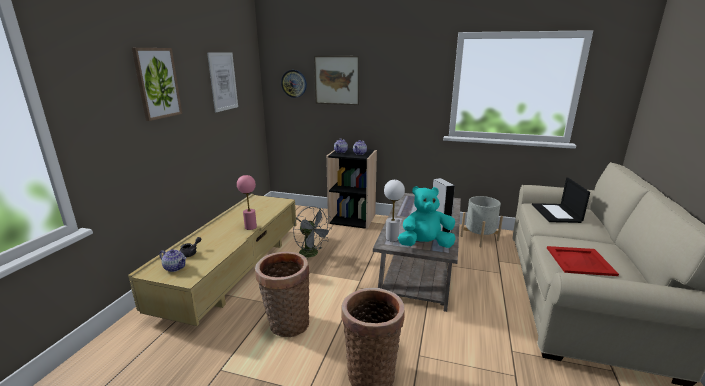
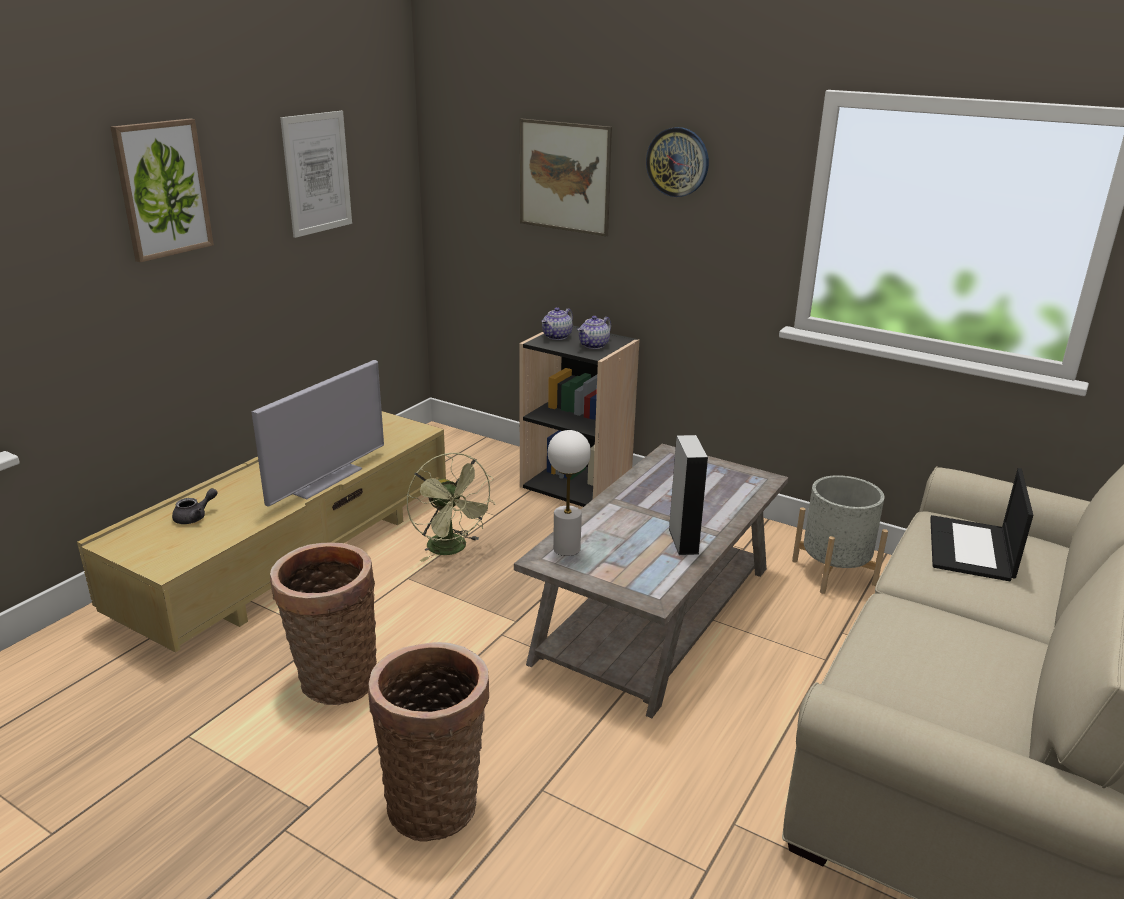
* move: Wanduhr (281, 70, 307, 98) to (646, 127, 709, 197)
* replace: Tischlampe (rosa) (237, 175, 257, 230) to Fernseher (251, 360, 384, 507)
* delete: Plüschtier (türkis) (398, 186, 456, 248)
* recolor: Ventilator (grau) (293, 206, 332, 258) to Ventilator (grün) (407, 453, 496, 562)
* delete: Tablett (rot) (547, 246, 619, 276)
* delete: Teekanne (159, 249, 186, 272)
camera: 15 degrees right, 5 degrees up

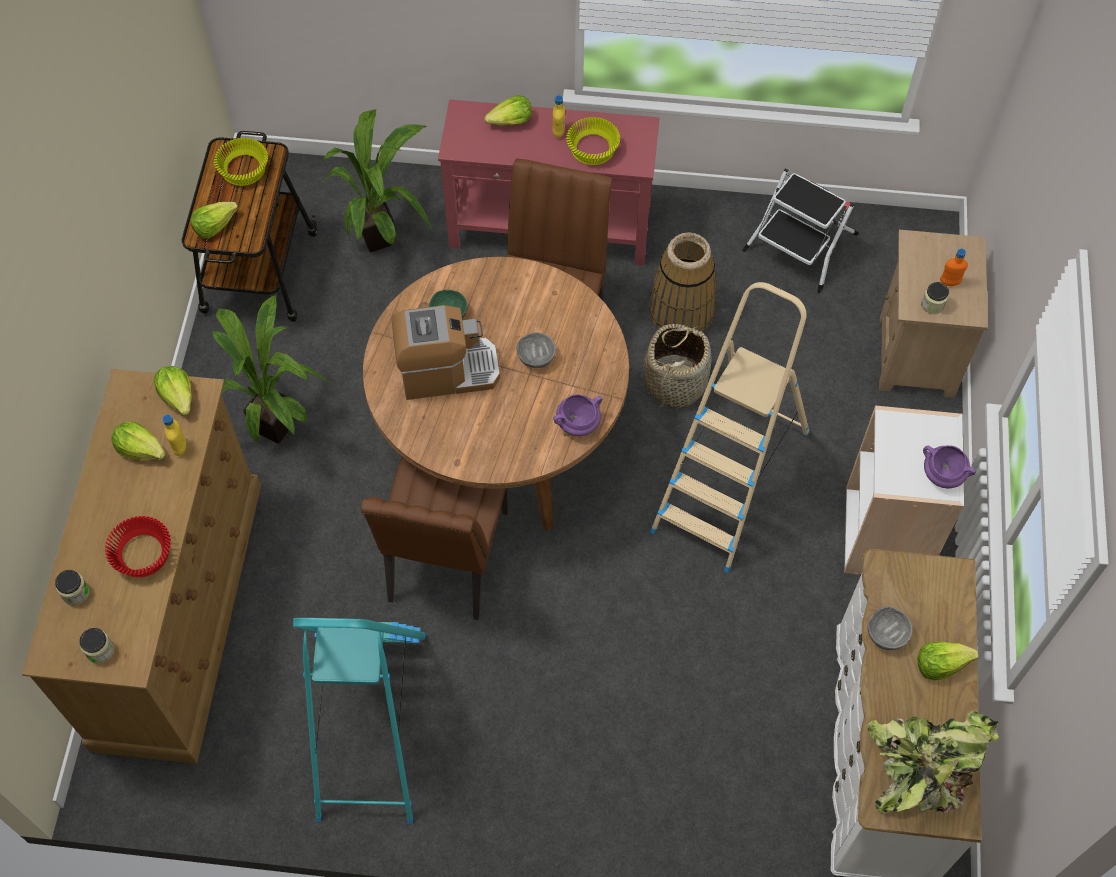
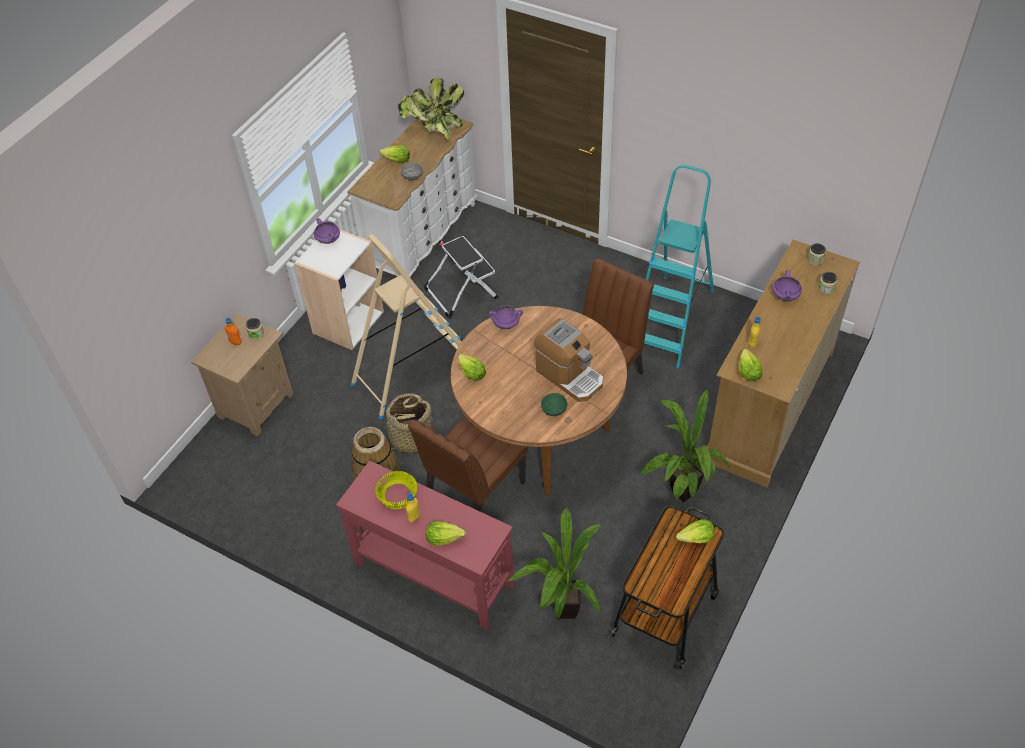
* delete: Schüssel (gelb) (214, 138, 268, 186)
* move: Trittleiter (742, 169, 859, 294) to (423, 236, 499, 319)
* rotate: Kaffeemaschine (392, 305, 500, 400) = (534, 318, 603, 402) 150 degrees counterclockwise
* delete: Schüssel (grau) (516, 332, 556, 368)
* move: Salatkopf (111, 422, 165, 460) to (458, 354, 486, 381)
* replace: Schüssel (rot) (105, 516, 171, 577) to Kochtopf (lila) (772, 270, 802, 301)
camera: 155 degrees left, 10 degrees down

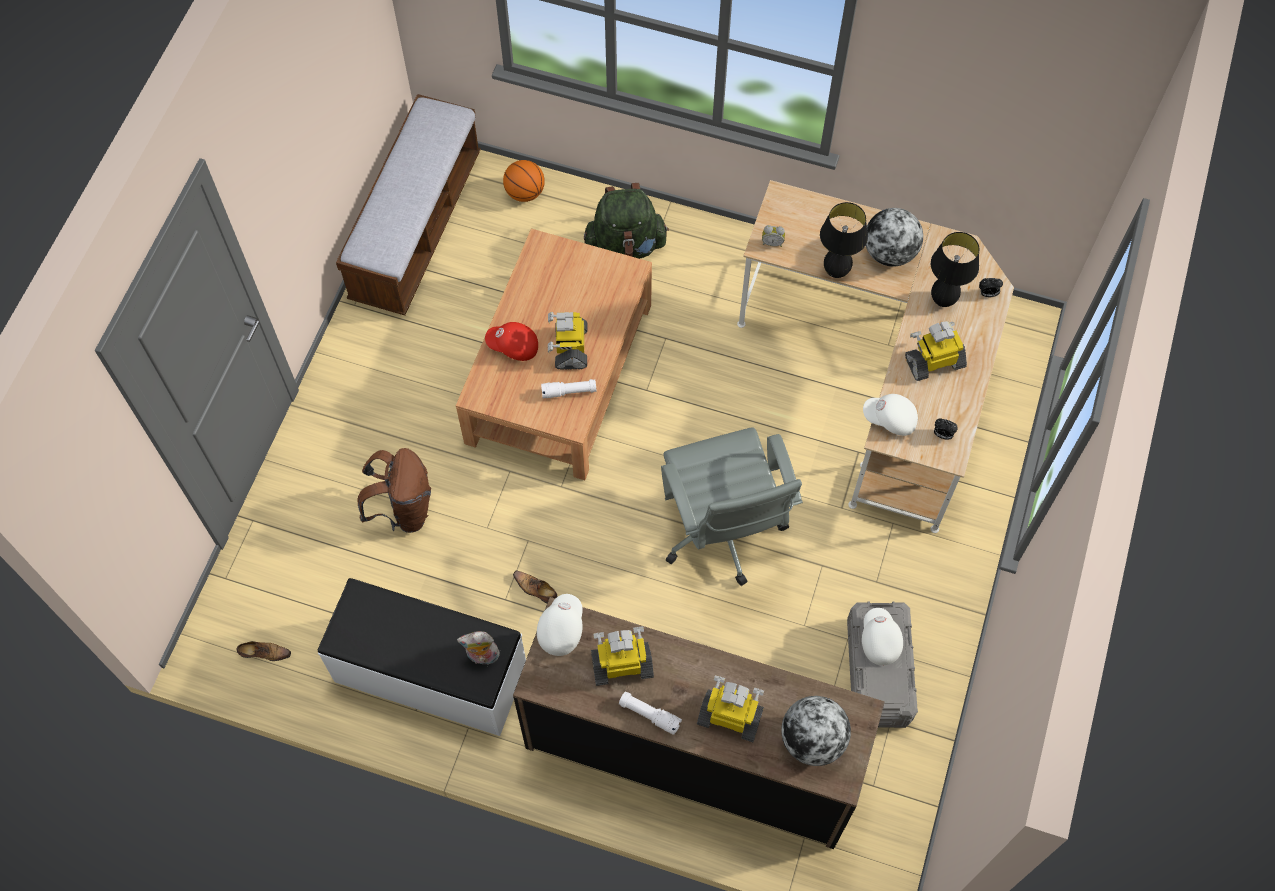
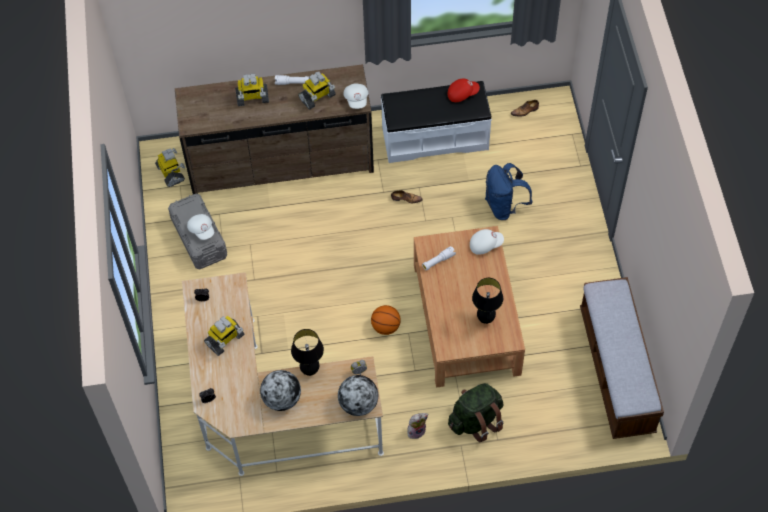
* move: Basketball (503, 160, 545, 202) to (371, 305, 401, 335)
* move: Tischlampe (schwarz) (931, 232, 979, 307) to (472, 278, 503, 324)
* move: Spielzeugroboter (548, 312, 587, 370) to (155, 148, 185, 187)
* move: Kappe (rot) (485, 322, 538, 361) to (448, 78, 480, 102)
* move: Kappe (weiß) (863, 394, 918, 436) to (470, 229, 504, 255)
* delete: Bürostuhl (grau) (661, 427, 803, 586)
* recolor: Rucksack (braun) (357, 448, 431, 533) to Rucksack (blau) (485, 163, 532, 220)
* move: Plüschtier (457, 631, 500, 665) to (407, 413, 428, 439)
* move: Globus (781, 696, 851, 766) to (338, 375, 378, 416)
camera: 155 degrees right, 5 degrees down

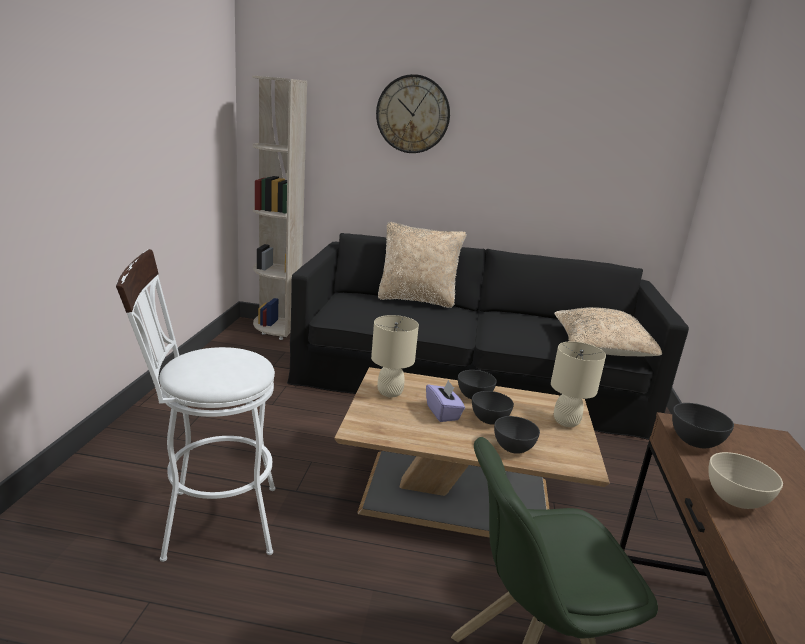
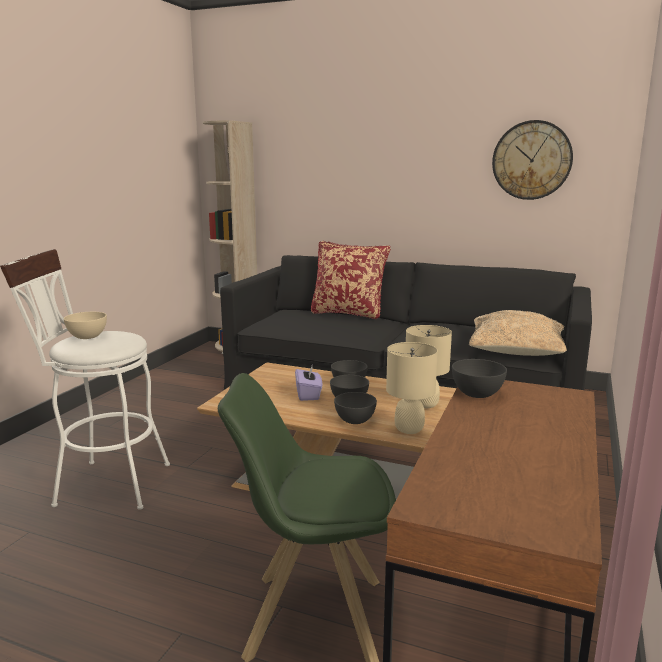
* move: Wanduhr (376, 74, 450, 153) to (492, 120, 573, 200)
* recolor: Kissen (beige) (378, 222, 467, 308) to Kissen (rot) (311, 241, 391, 319)
* move: Tischlampe (beige) (371, 315, 419, 398) to (386, 342, 438, 434)
* move: Schüssel (beige) (708, 452, 783, 509) to (64, 312, 107, 339)
camera: 15 degrees right, 5 degrees down

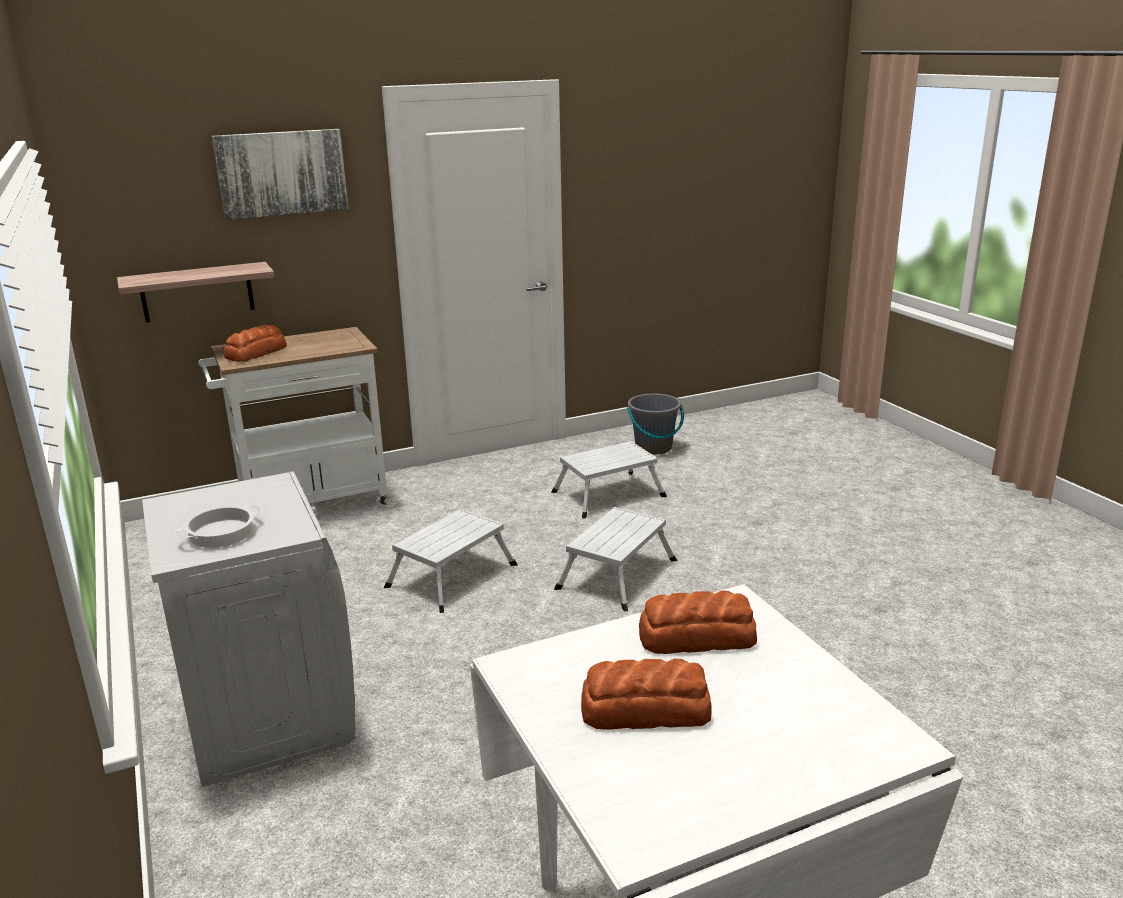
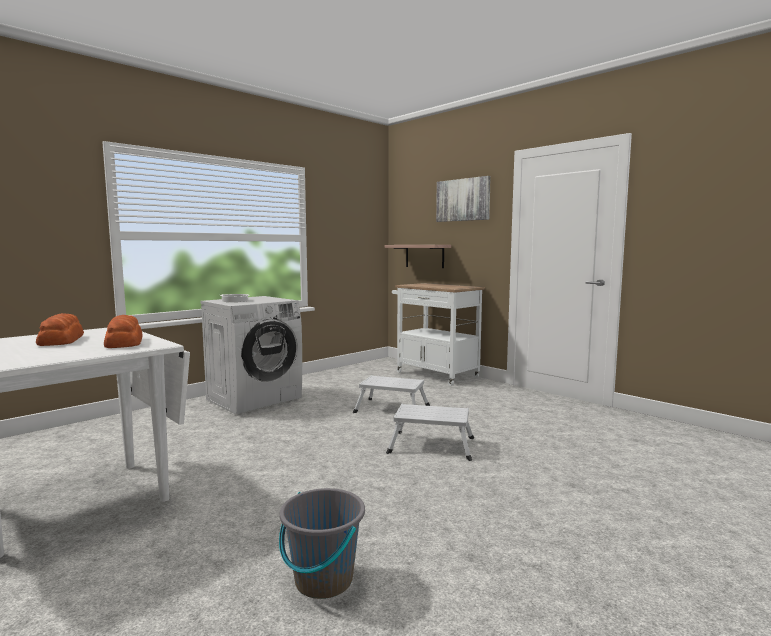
* delete: Brot (224, 325, 287, 362)
* move: Eimer (grau) (627, 393, 684, 454) to (279, 488, 365, 599)
* delete: Trittleiter (weiß) (551, 441, 667, 518)
camera: 70 degrees right, 15 degrees down

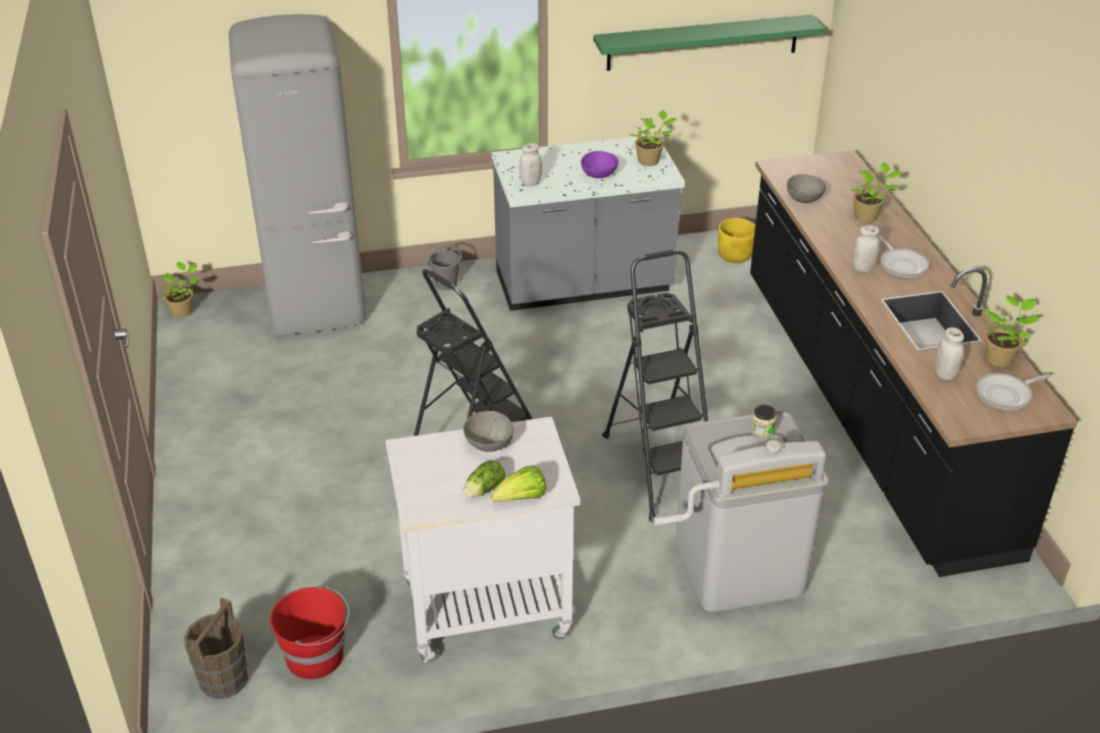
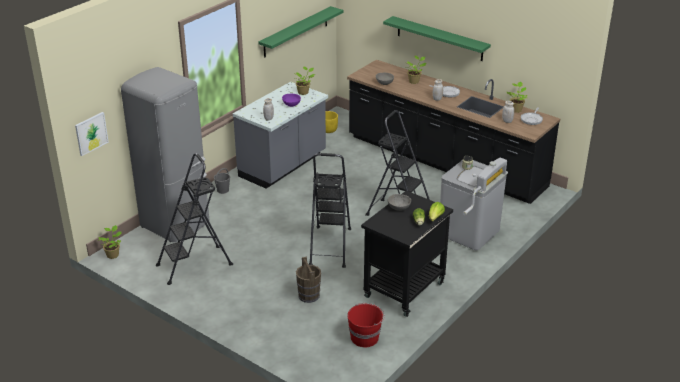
* recolor: Rollwagen (weiß) (385, 416, 580, 663) to Rollwagen (schwarz) (361, 191, 453, 317)
* move: Eimer (braun) (184, 598, 248, 699) to (296, 256, 321, 303)
* insert: Wandregal (grün) (383, 16, 491, 61)
* insert: Bild (75, 112, 109, 156)
* insert: Trittleiter (156, 153, 233, 285)
camera: 40 degrees left, 5 degrees down

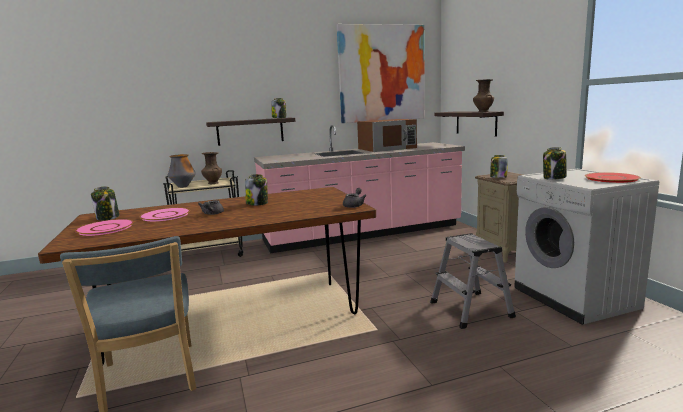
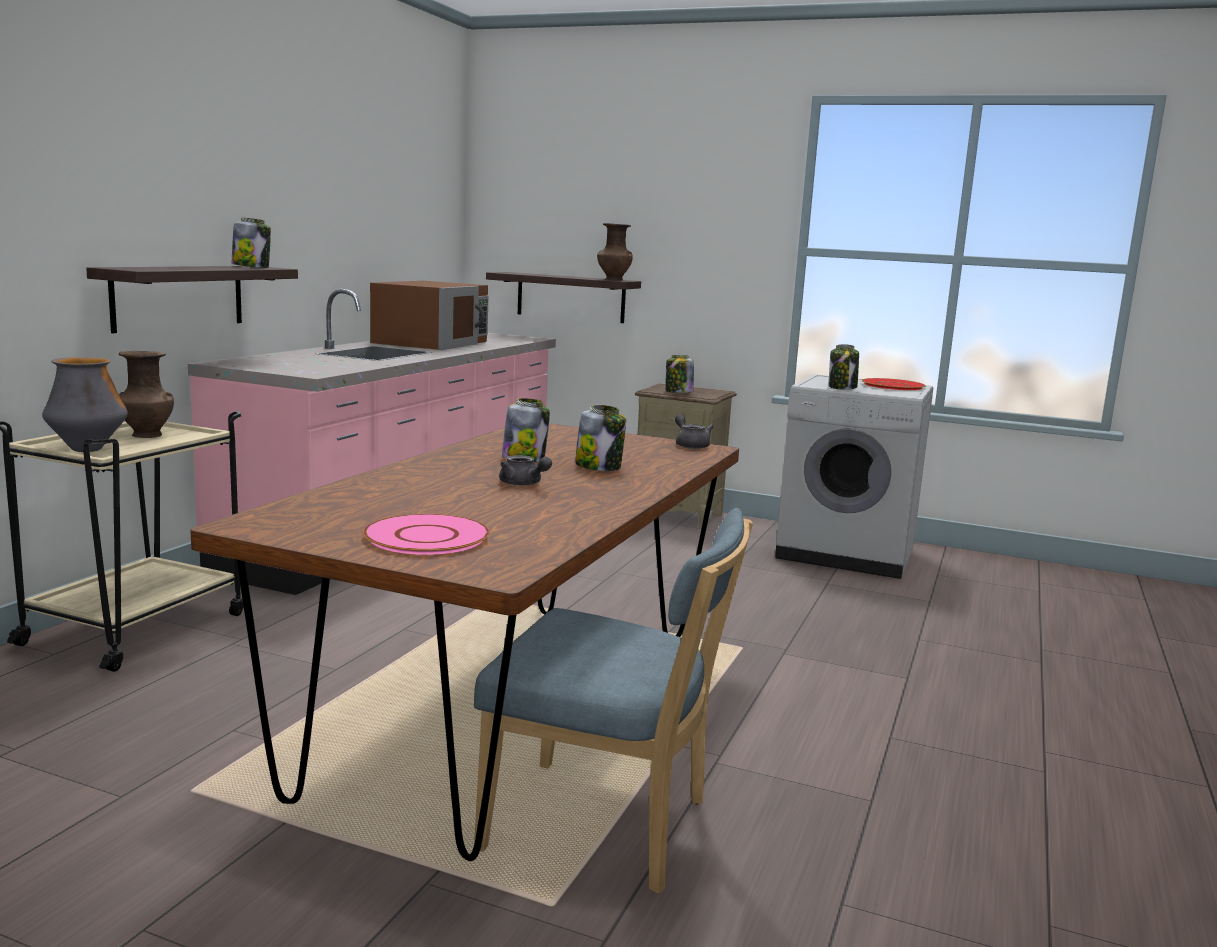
* delete: Bild (337, 24, 425, 123)
* move: Vorratsglas (91, 186, 120, 221) to (575, 405, 626, 471)
* delete: Teller (rosa) (140, 208, 190, 221)
* delete: Trittleiter (grau) (430, 233, 516, 329)
camera: 50 degrees left, 0 degrees up

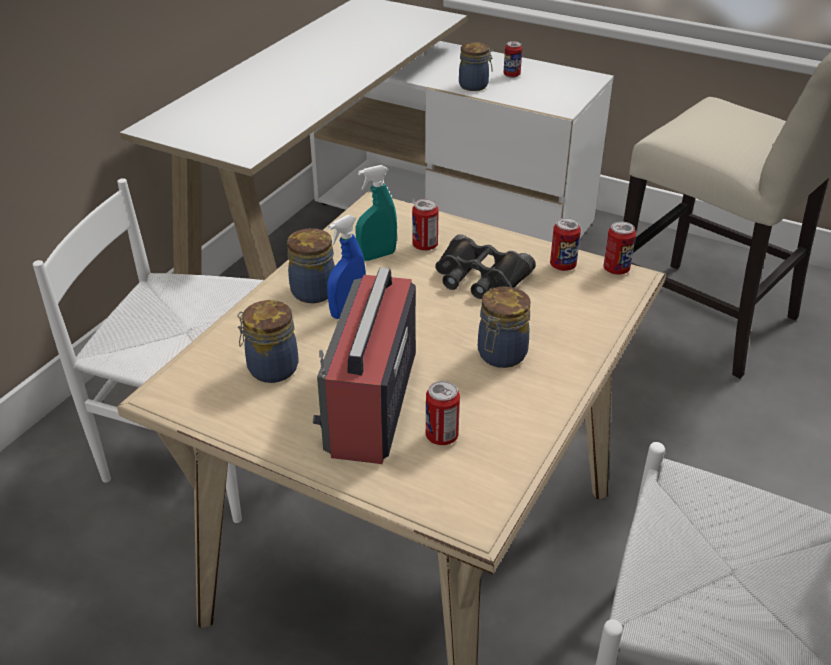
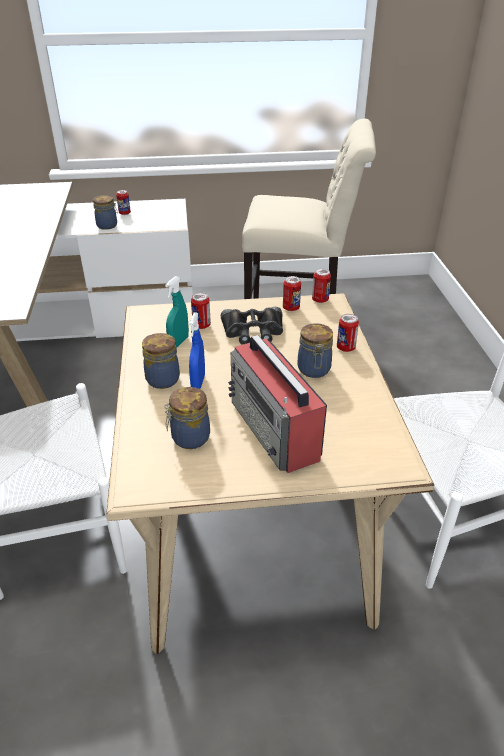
* move: Dose (426, 381, 460, 445) to (337, 314, 359, 352)
camera: 35 degrees left, 0 degrees up

